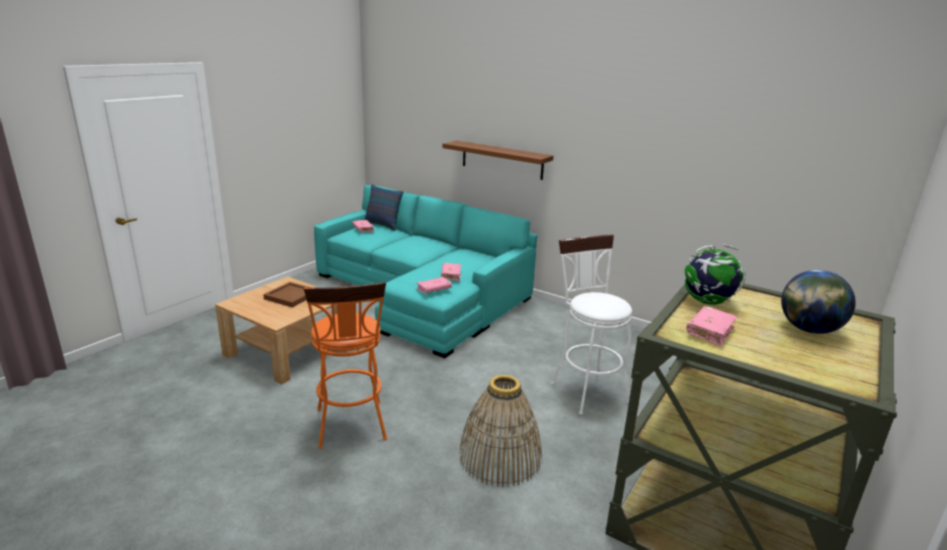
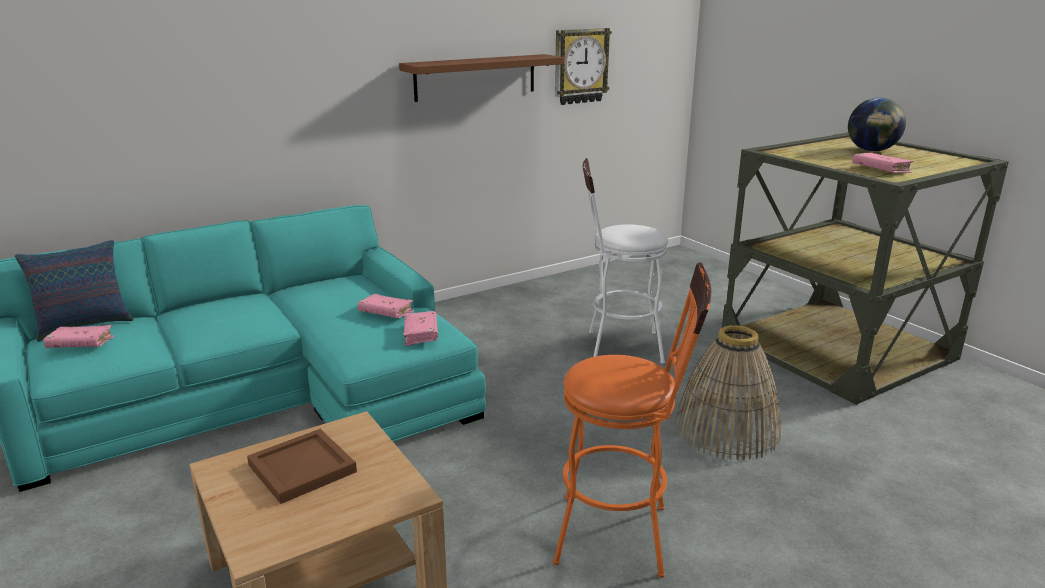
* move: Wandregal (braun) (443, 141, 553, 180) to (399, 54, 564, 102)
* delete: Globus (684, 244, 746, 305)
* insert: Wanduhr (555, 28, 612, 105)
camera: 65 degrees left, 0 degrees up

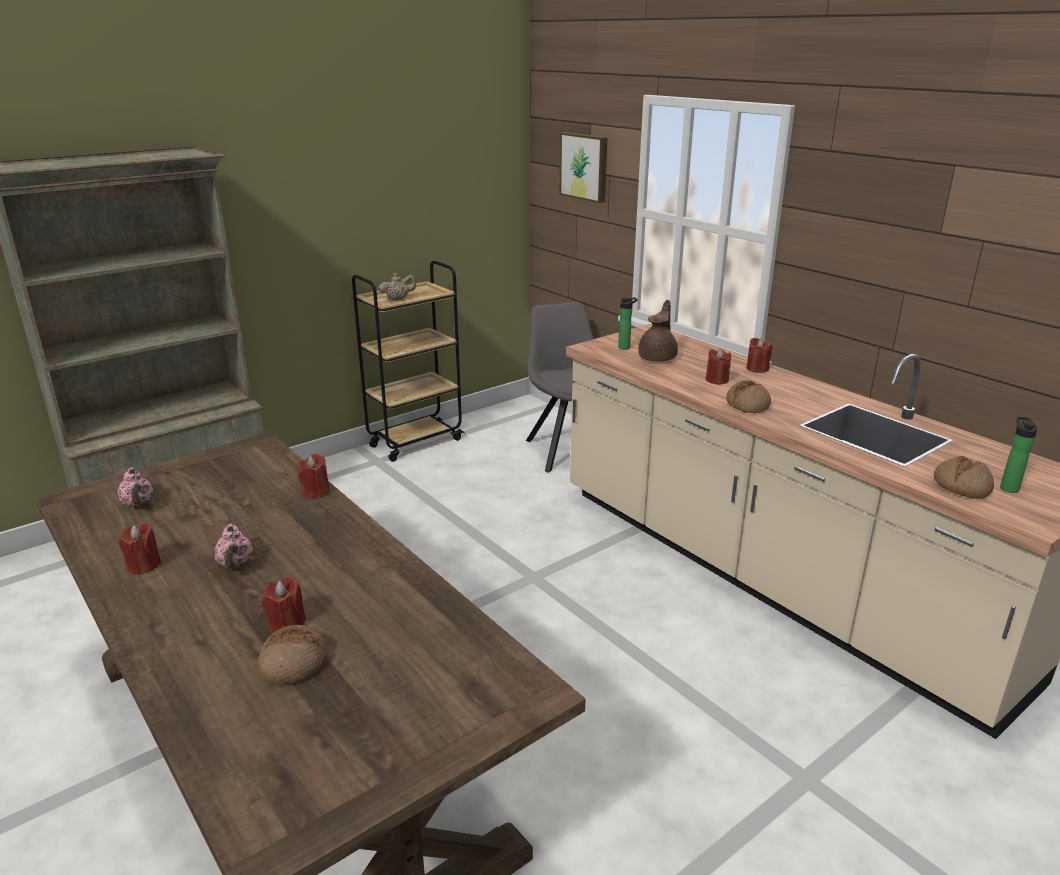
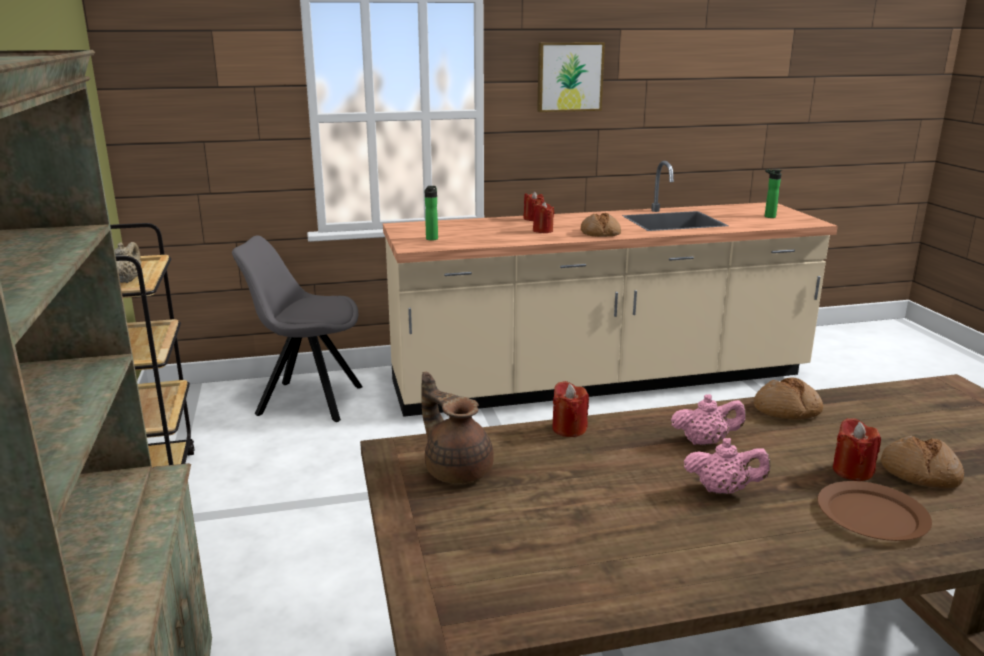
* move: Bild (559, 132, 608, 203) to (537, 42, 605, 112)
* move: Teekanne (braun) (638, 300, 678, 362) to (421, 372, 494, 484)
* move: Brot (934, 456, 994, 499) to (754, 377, 823, 420)
* move: Teekanne (rosa) (117, 467, 153, 507) to (671, 394, 746, 445)
* delete: Kerze (rot) (119, 523, 162, 575)
* insert: Teller (braun) (817, 481, 932, 541)
camera: 65 degrees left, 5 degrees down

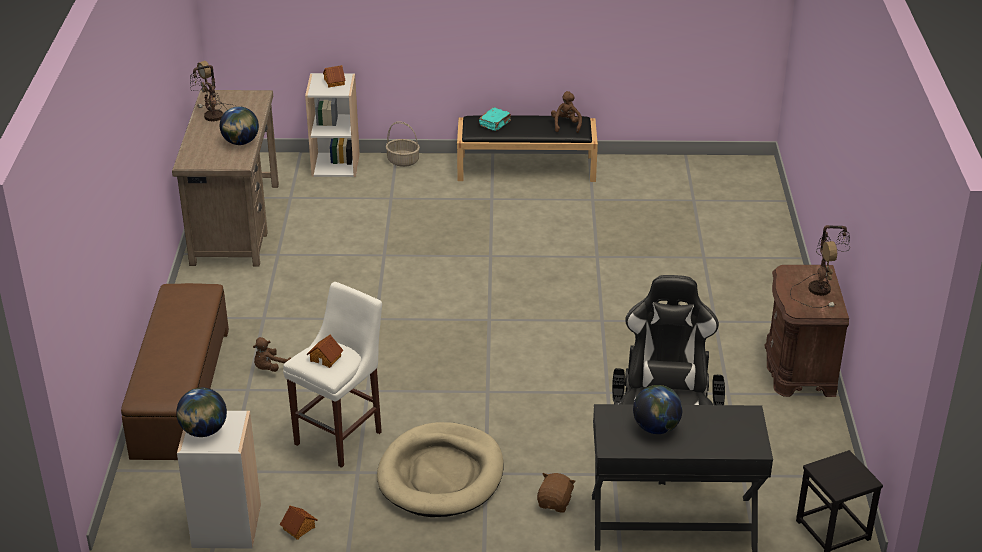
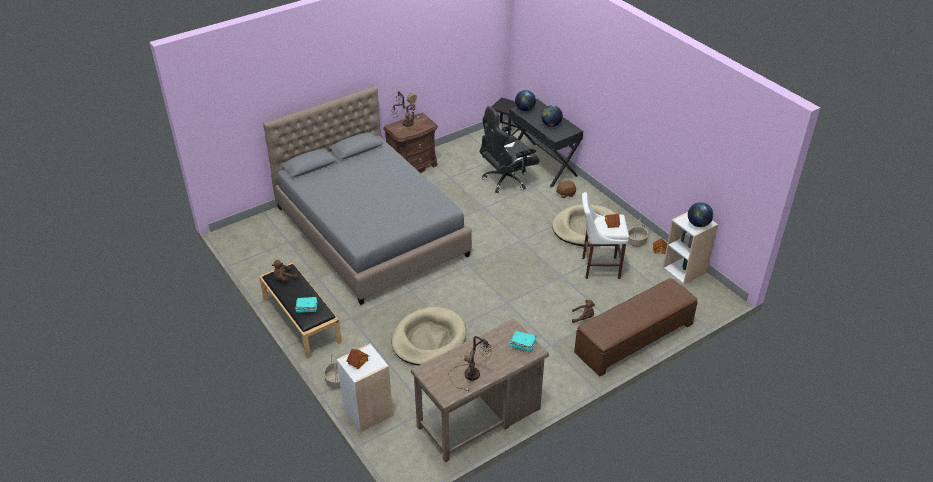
* move: Globus (220, 106, 259, 145) to (515, 90, 536, 111)
* insert: Bett (grau) (263, 86, 472, 305)
* insert: Korb (628, 217, 648, 247)
* insert: Hundebett (beige) (392, 307, 466, 366)
* insert: Buch (türkis) (510, 331, 536, 352)
camera: 125 degrees left, 5 degrees up

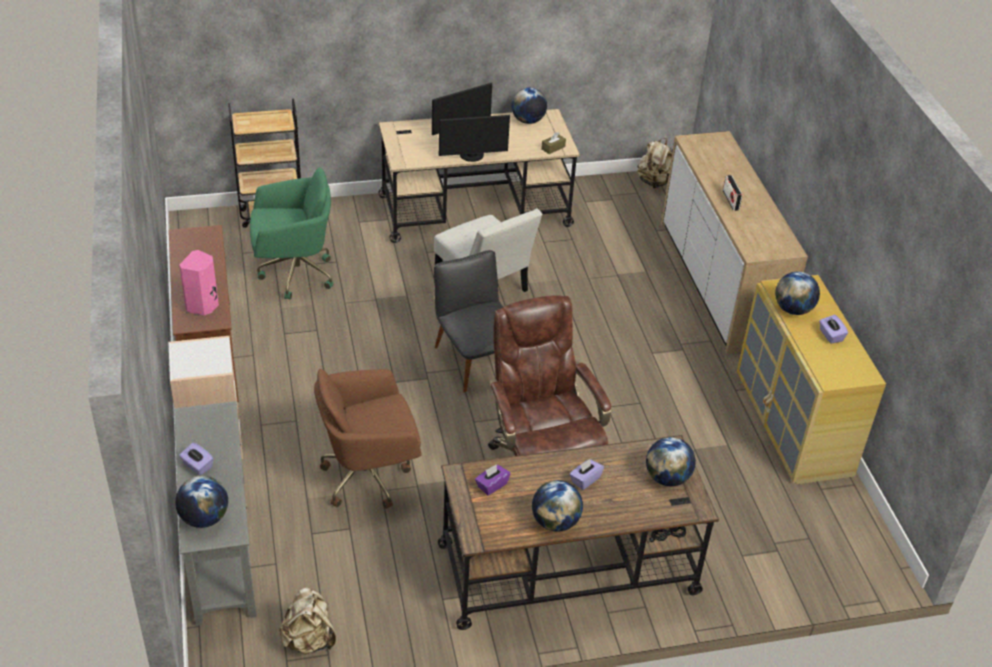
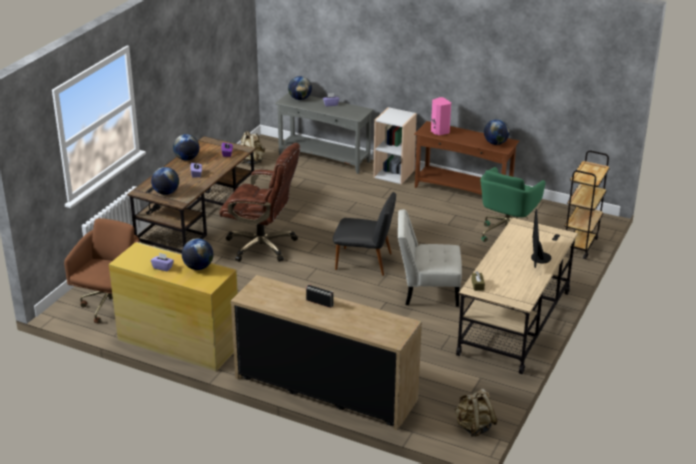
* move: Globus (511, 88, 547, 124) to (484, 119, 510, 145)
* delete: Monitor (439, 115, 510, 162)
* move: Bürostuhl (braun) (314, 369, 421, 509) to (64, 218, 140, 323)
camera: 130 degrees right, 10 degrees down

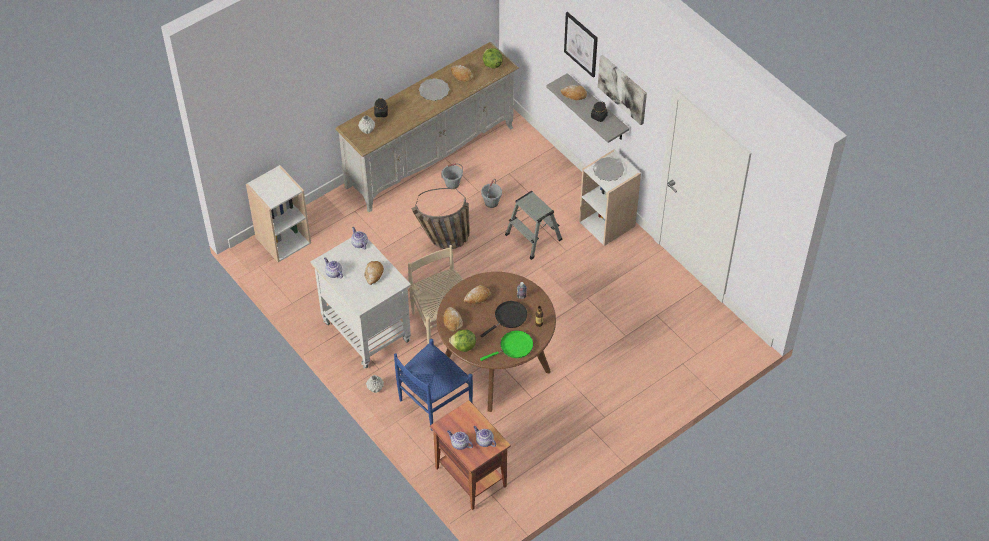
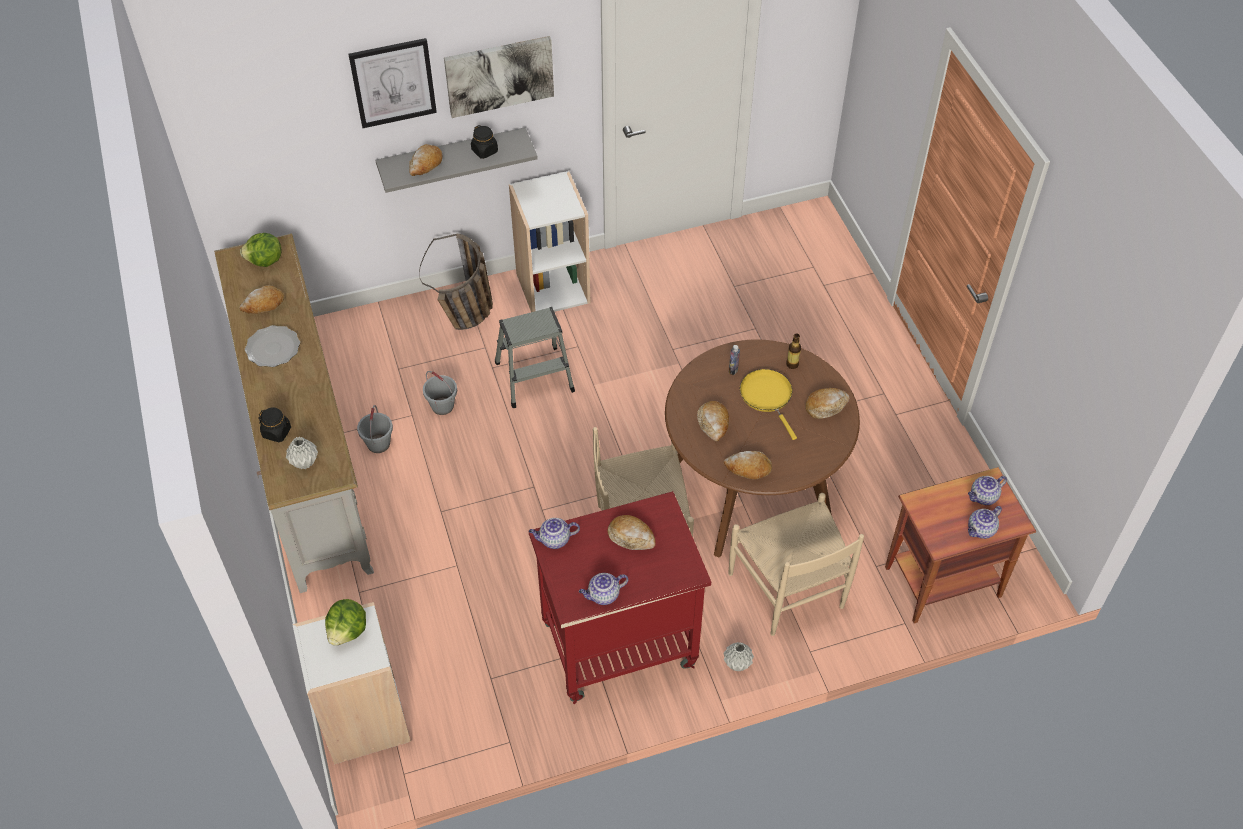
* delete: Teller (593, 157, 625, 181)
* move: Korb (411, 188, 470, 249) to (419, 233, 493, 330)
* recolor: Rollwagen (weiß) (311, 238, 411, 369) to Rollwagen (rot) (529, 491, 711, 704)
* recolor: Pfanne (schwarz) (480, 301, 527, 338) to Pfanne (gelb) (740, 369, 797, 440)
* move: Salatkopf (449, 330, 476, 352) to (325, 599, 366, 646)
* replace: Pfanne (grün) (480, 330, 533, 361) to Brot (805, 388, 850, 419)
* recolor: Stuhl (blau) (394, 339, 473, 431) to Stuhl (beige) (728, 493, 864, 636)
camera: 70 degrees left, 0 degrees up

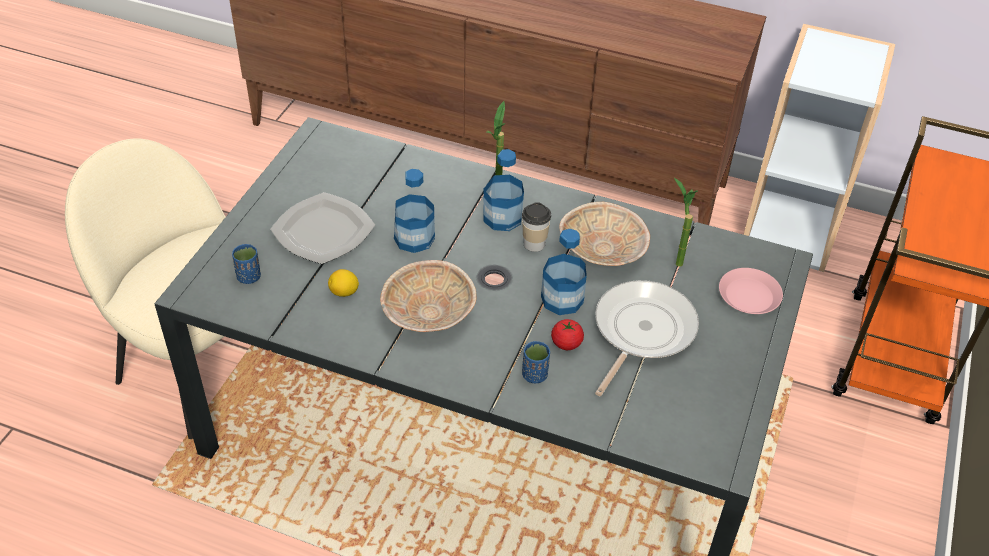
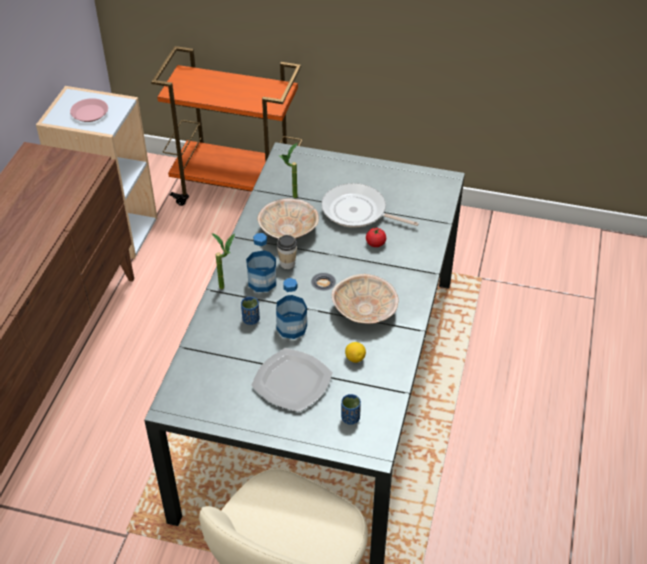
* delete: Flasche (541, 229, 587, 315)
* move: Teller (rosa) (719, 268, 783, 314) to (70, 98, 108, 122)
* move: Tasse (blau) (522, 341, 550, 383) to (241, 297, 260, 325)
camera: 95 degrees left, 0 degrees up

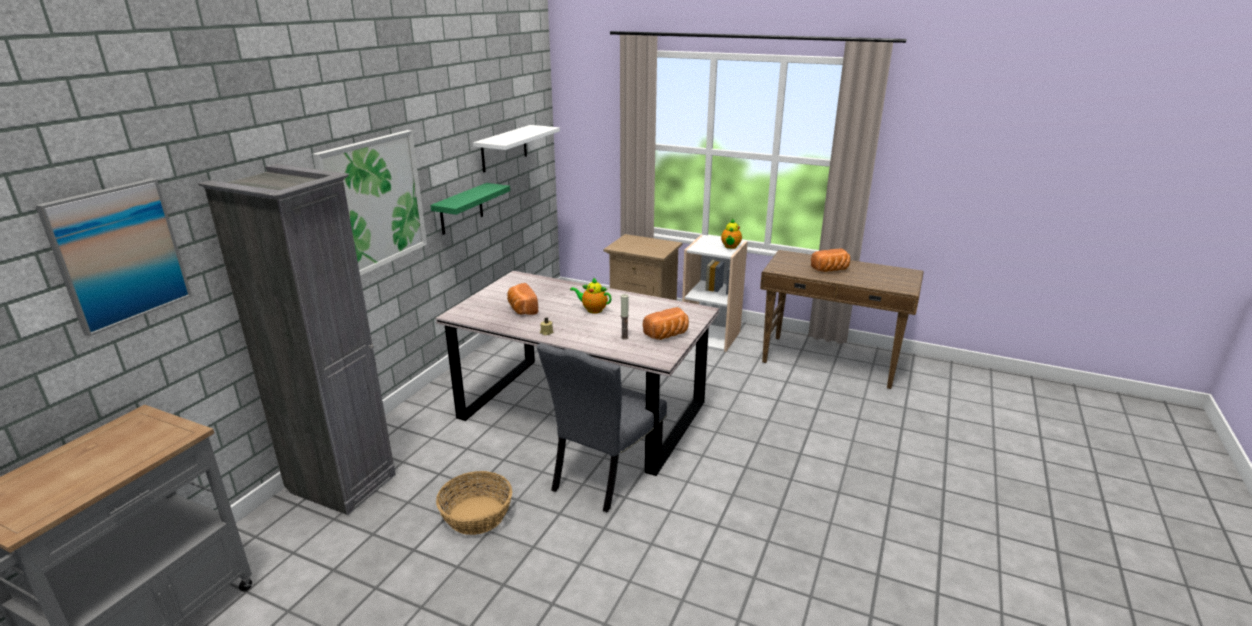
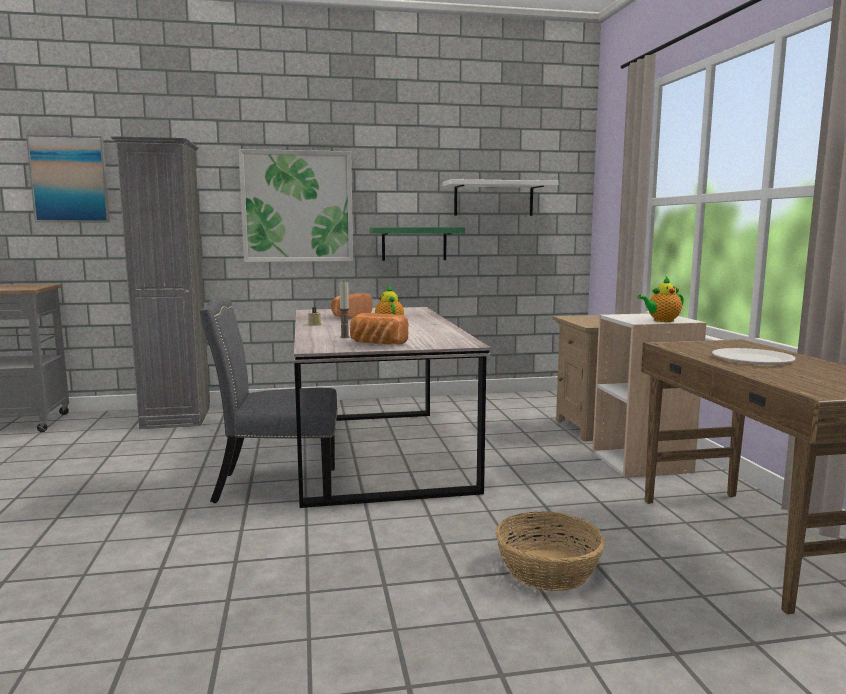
* replace: Brot (811, 249, 850, 272) to Teller (weiß) (712, 348, 796, 365)
* move: Korb (436, 471, 512, 535) to (495, 511, 605, 591)
camera: 55 degrees right, 15 degrees down

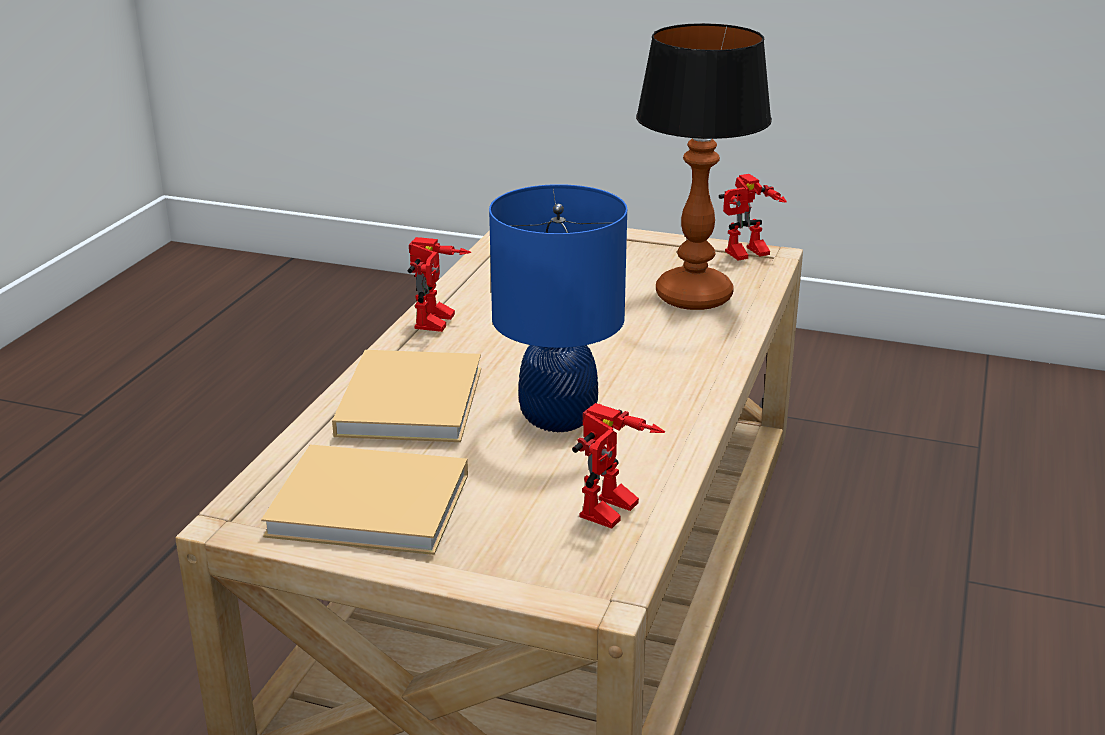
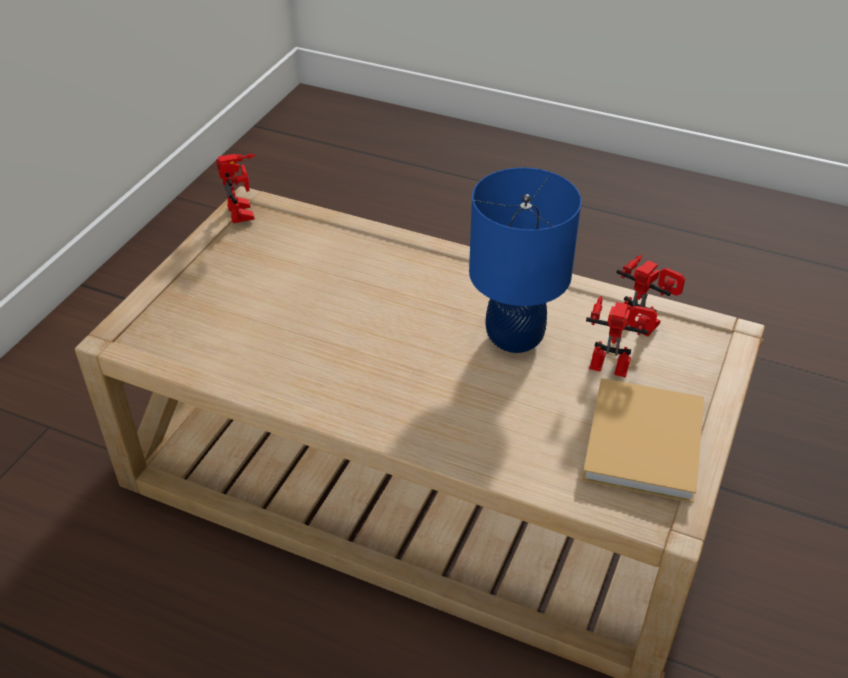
* delete: Tischlampe (636, 23, 772, 310)
* move: Spielzeugroboter (408, 237, 471, 332) to (586, 296, 658, 377)
* delete: Buch (beige) (332, 350, 481, 442)
camera: 85 degrees left, 15 degrees up

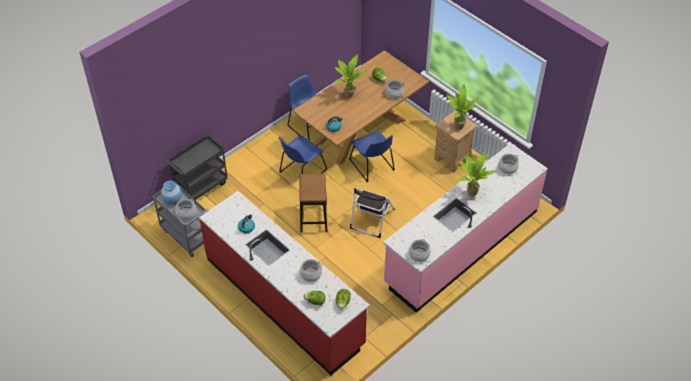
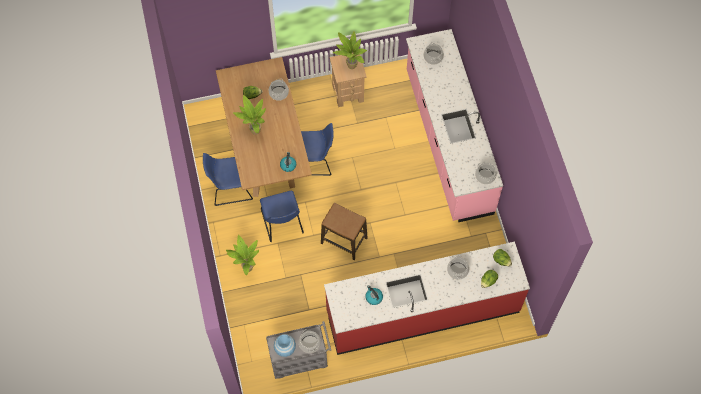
* delete: Rollwagen (grau) (164, 135, 228, 200)
* move: Topfpflanze (458, 151, 495, 197) to (226, 235, 259, 275)
* delete: Trittleiter (350, 188, 395, 238)
camera: 60 degrees left, 15 degrees up

